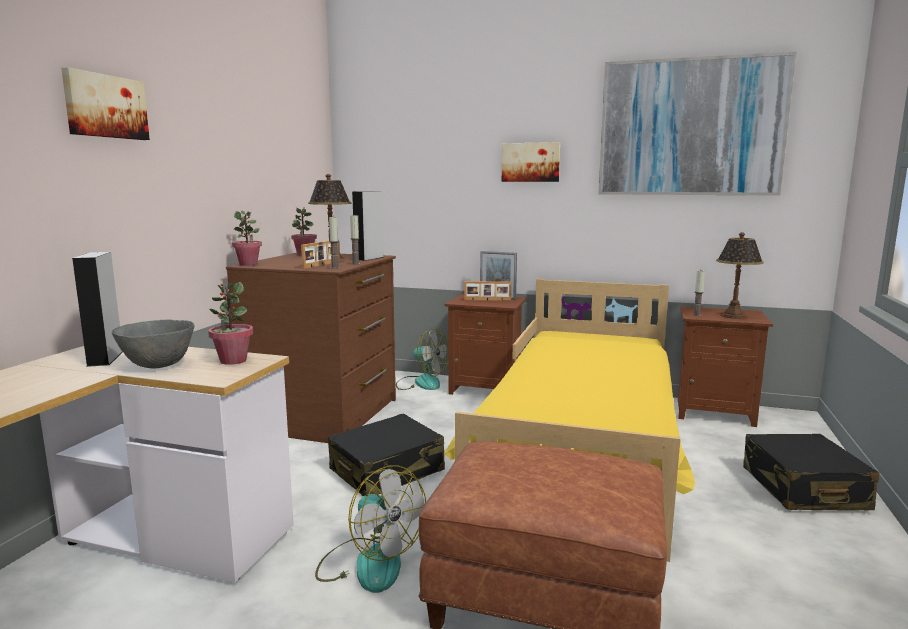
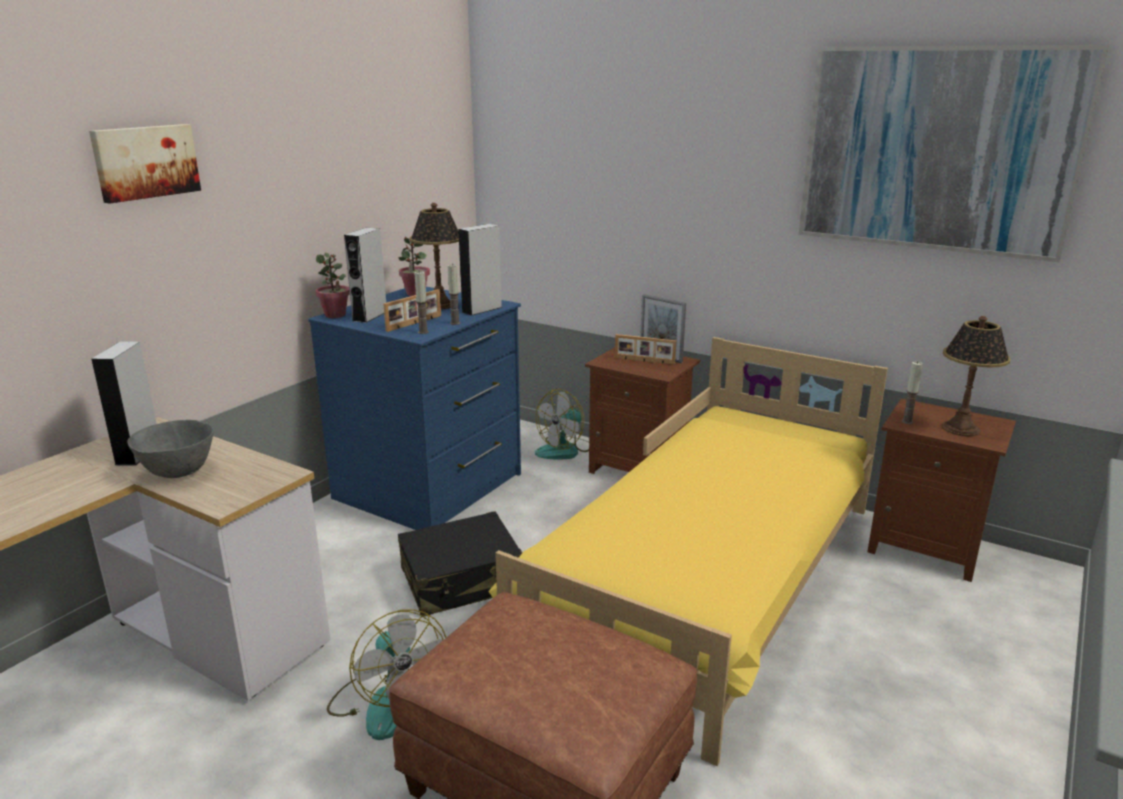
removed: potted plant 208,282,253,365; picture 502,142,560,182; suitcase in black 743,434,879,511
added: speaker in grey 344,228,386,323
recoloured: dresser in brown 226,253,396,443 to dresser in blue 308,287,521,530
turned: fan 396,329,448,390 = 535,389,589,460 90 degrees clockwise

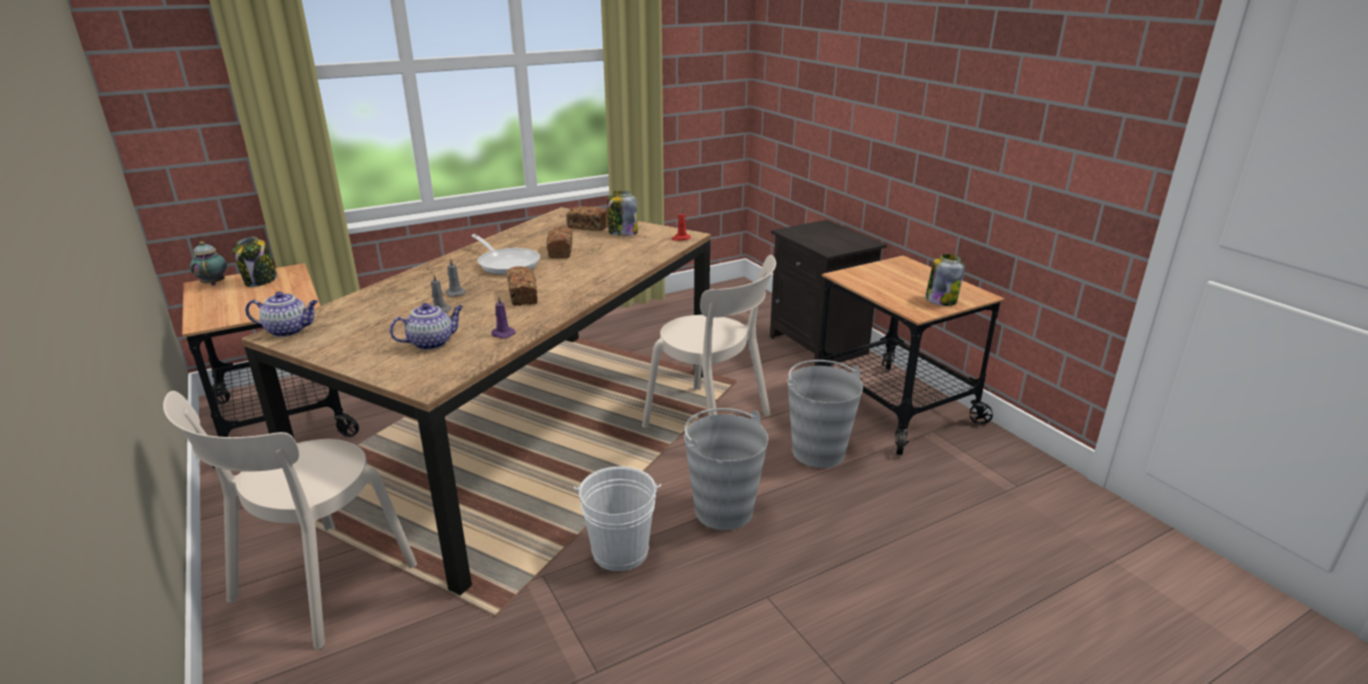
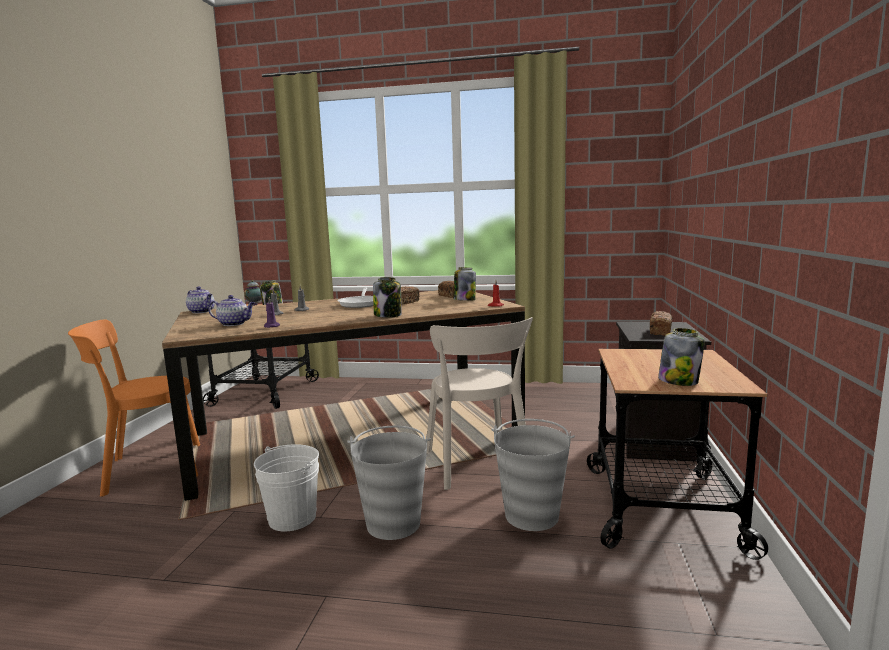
added: jar 373,277,402,318
moved: bread 506,266,538,306 to 650,311,673,336
recoloured: chair in beige 163,391,417,650 to chair in orange 68,319,200,497

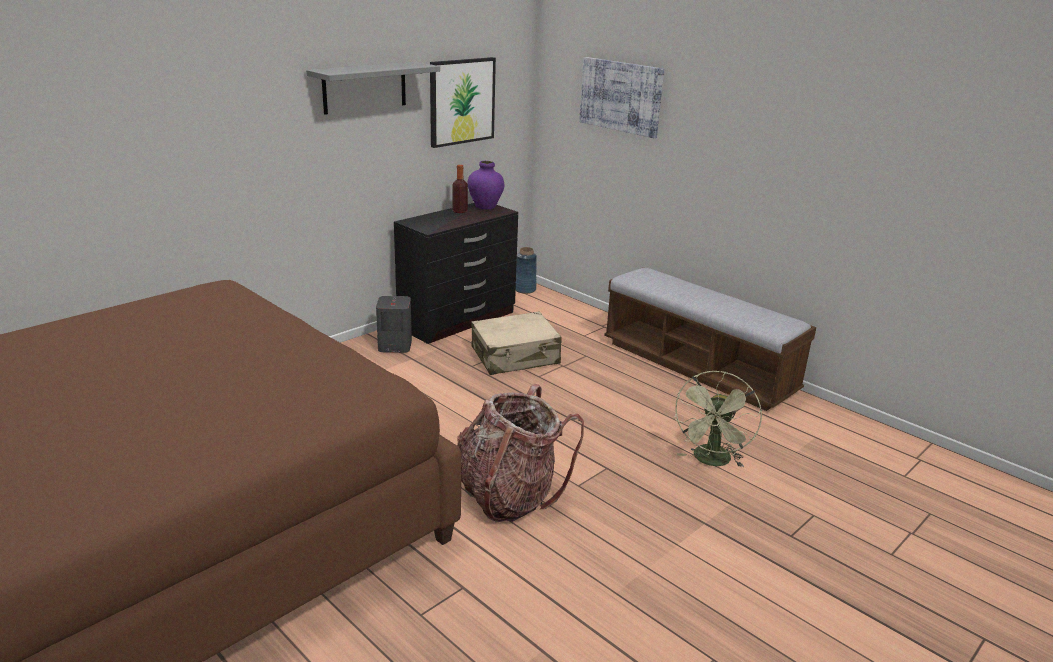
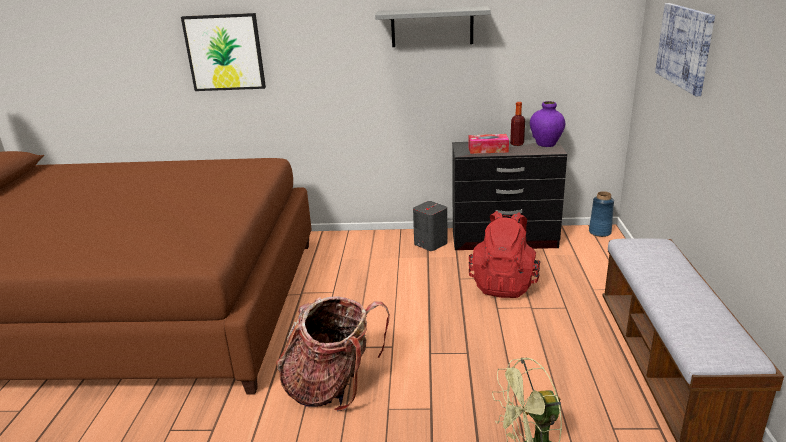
added: tissue box 469,134,509,154
moved: picture 430,57,496,148 to 181,13,266,91
replaced: suitcase in beige 471,312,562,375 to backpack in red 469,211,540,298

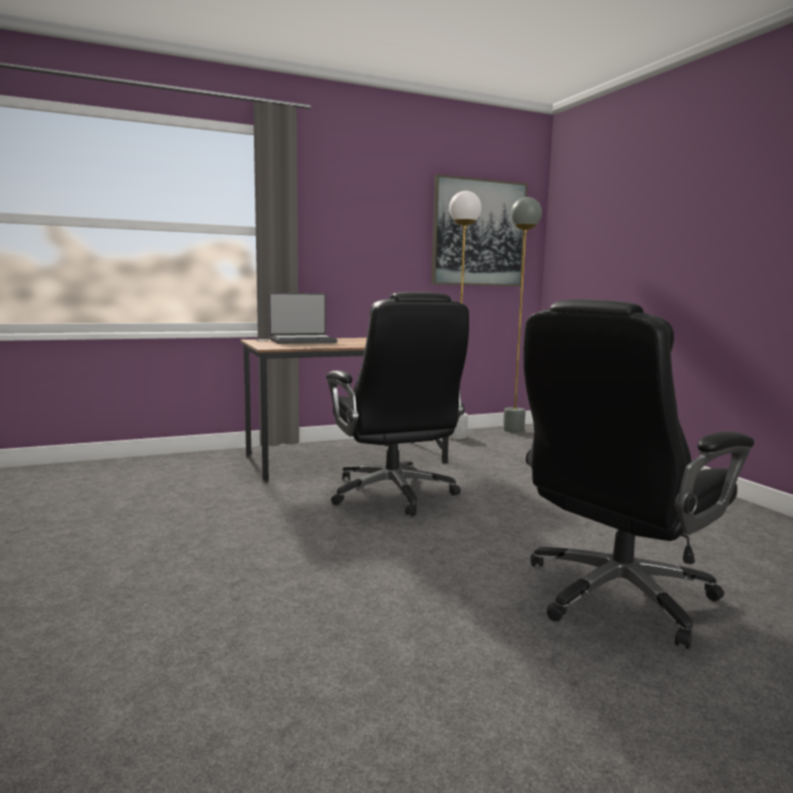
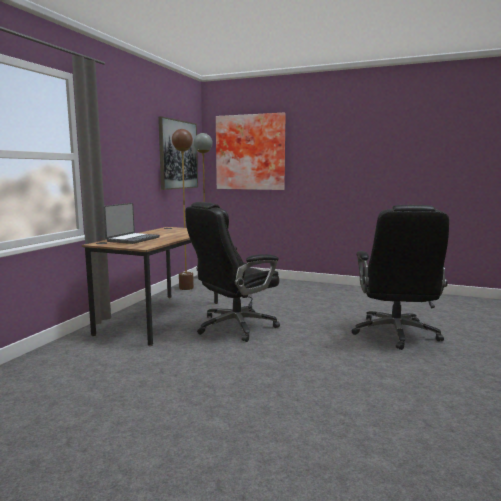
added: picture 216,112,286,190
recoloured: floor lamp in white 449,191,481,439 to floor lamp in brown 172,129,194,290
turned: office chair in black 326,292,469,516 = 185,202,280,342 120 degrees clockwise

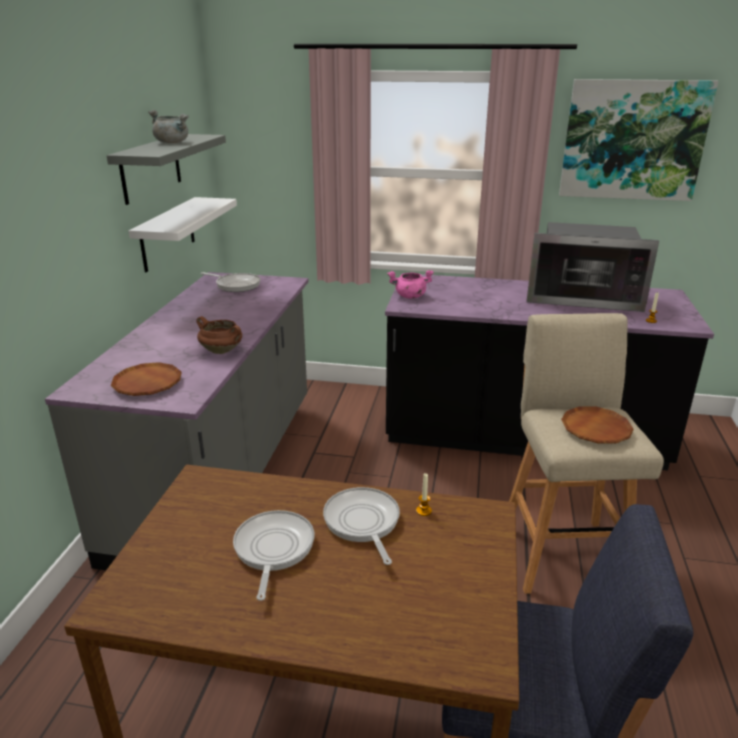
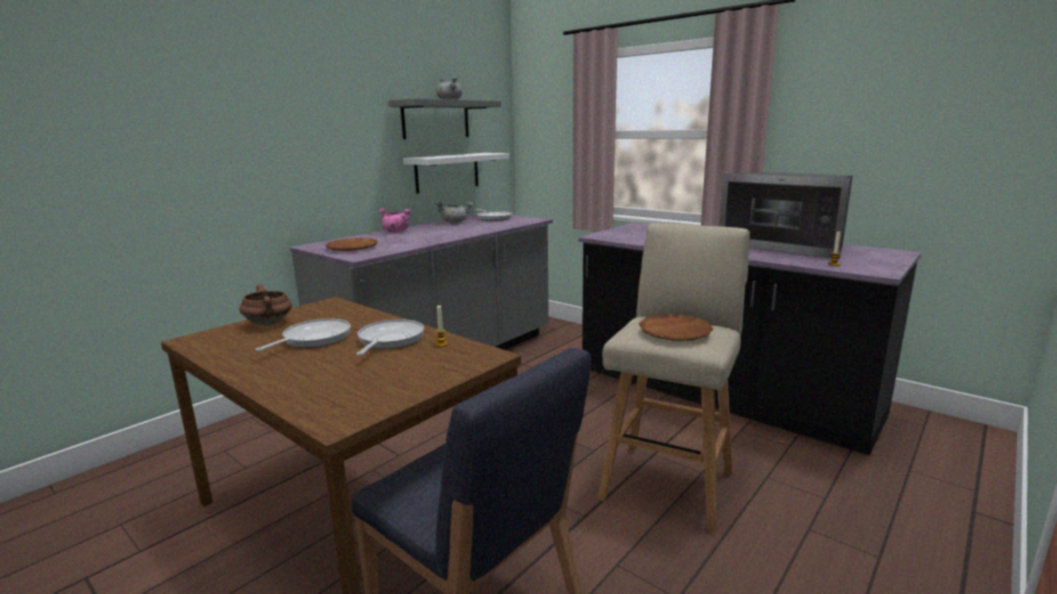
removed: picture 559,79,718,201
added: cooking pot in grey 436,202,473,223
moved: cooking pot in brown 197,316,242,354 to 239,284,292,326; cooking pot in pink 387,270,434,299 to 379,208,411,232

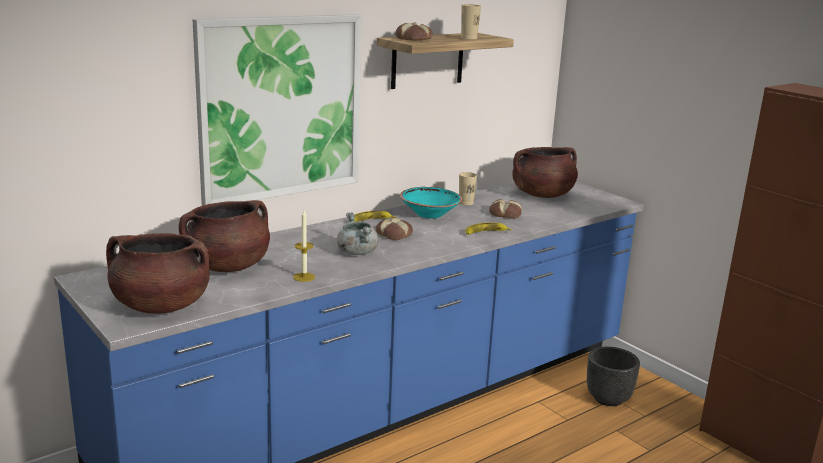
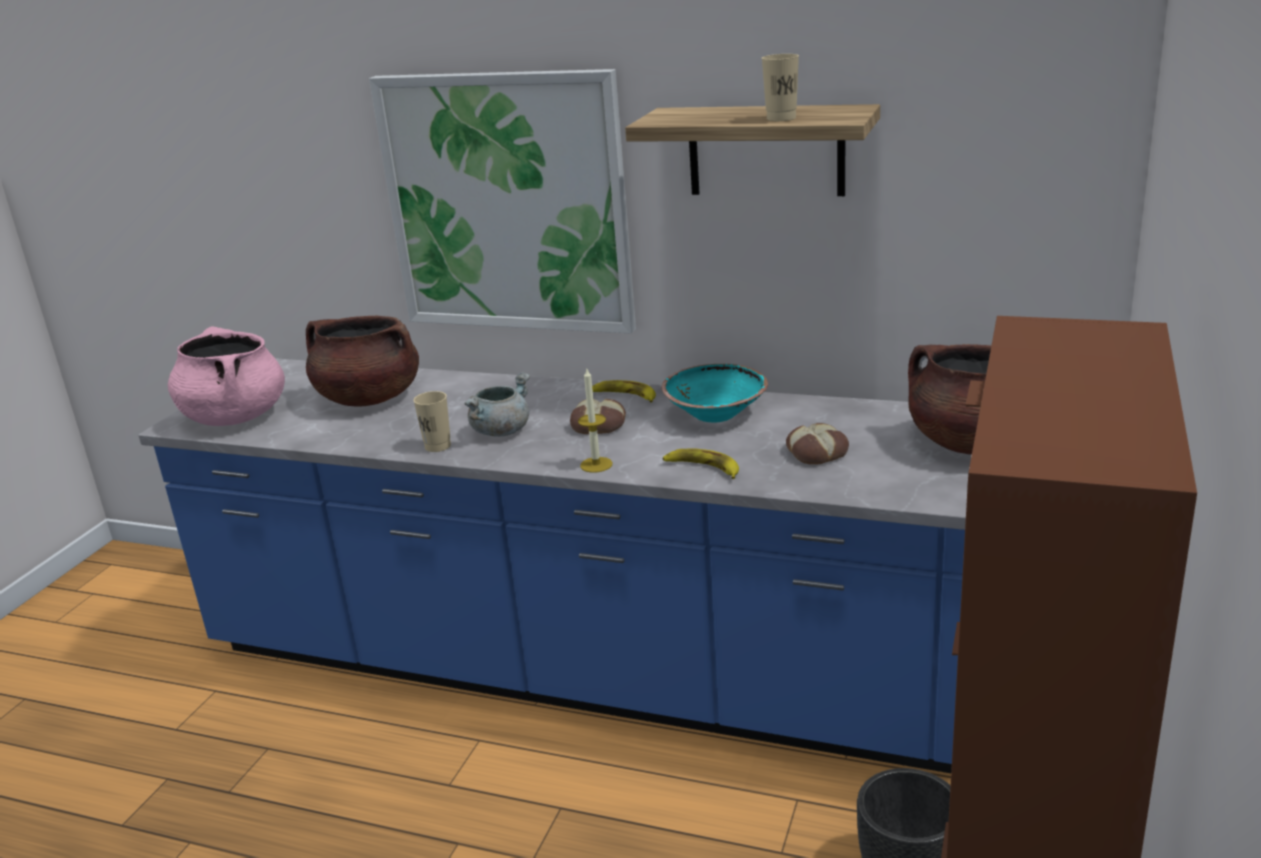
removed: bread 395,22,433,41
moved: candle 293,210,315,282 to 578,367,613,473; cup in beige 459,172,477,205 to 413,391,451,452
recoloured: cooking pot in brown 106,233,210,314 to cooking pot in pink 168,326,285,426

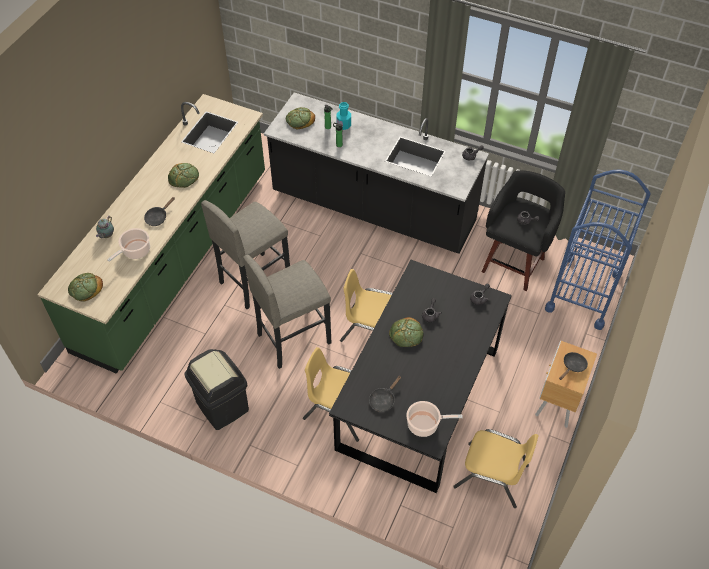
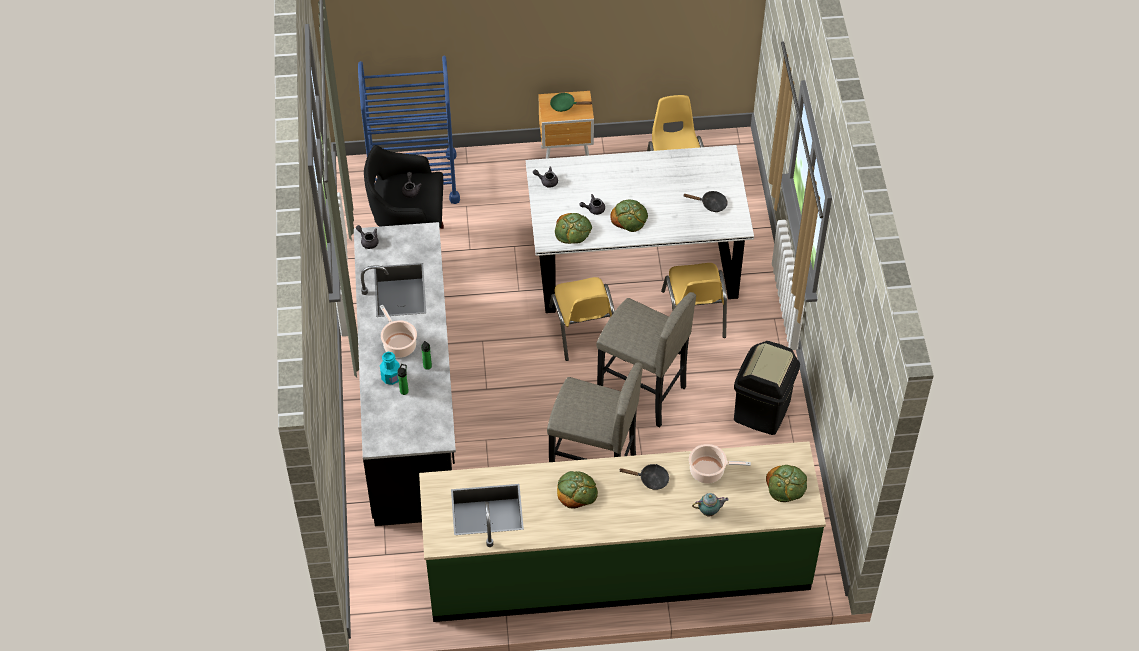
moved: bread 286,107,315,129 to 555,213,592,244; cooking pot 406,401,463,437 to 380,305,417,358
recoloured: dining table in black 329,260,512,493 to dining table in white 526,145,754,313; frying pan in black 559,352,588,380 to frying pan in green 550,93,592,112

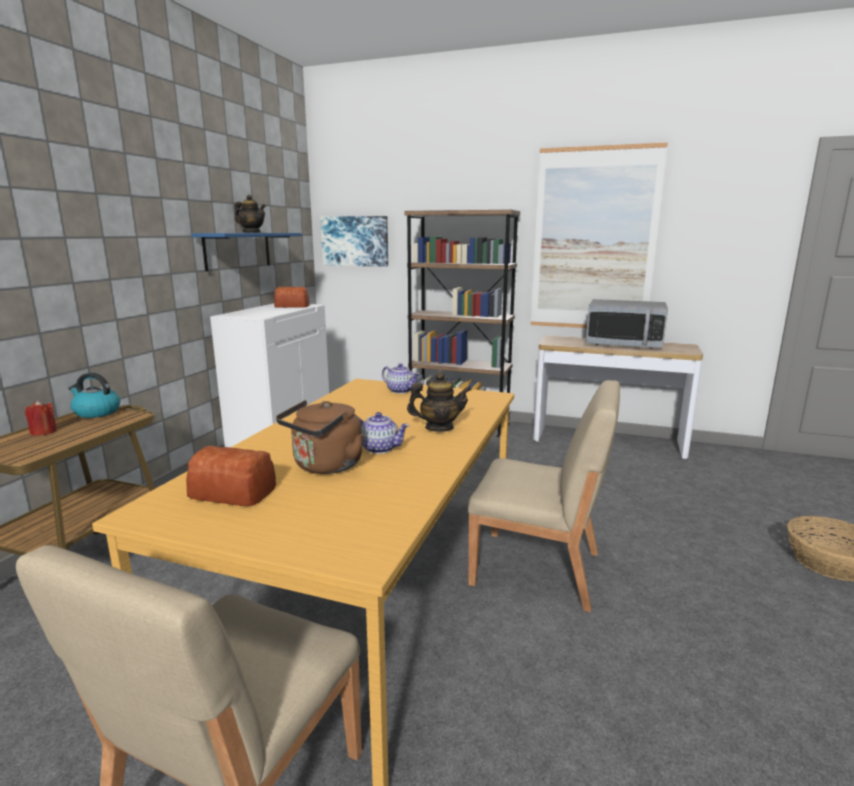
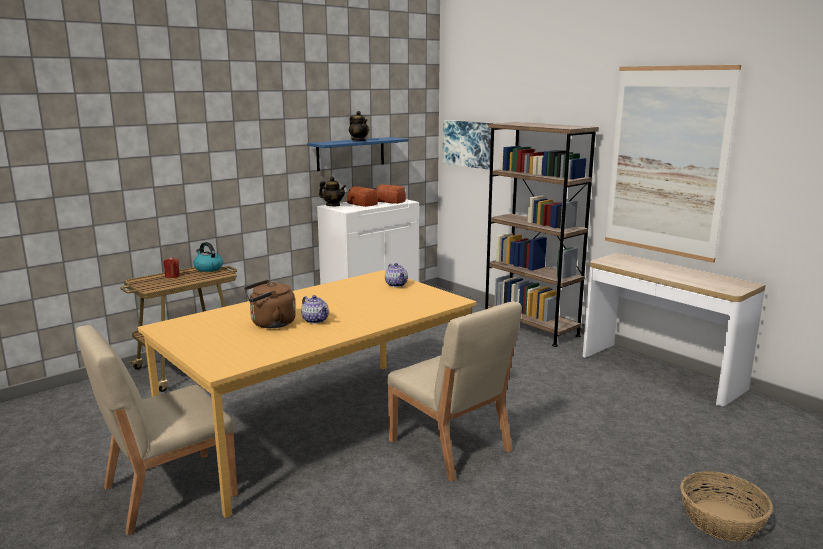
removed: microwave 586,299,668,349
moved: bread 186,446,276,506 to 347,186,378,207; teapot 407,372,471,432 to 319,177,346,206

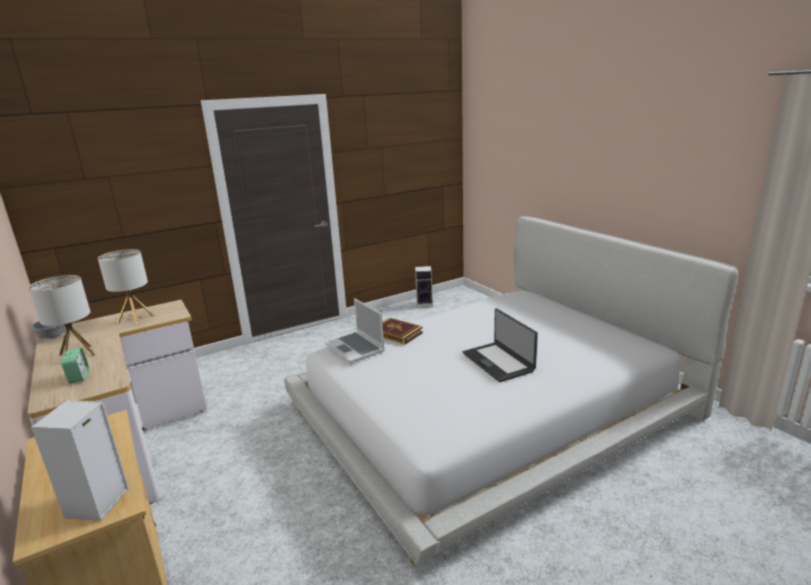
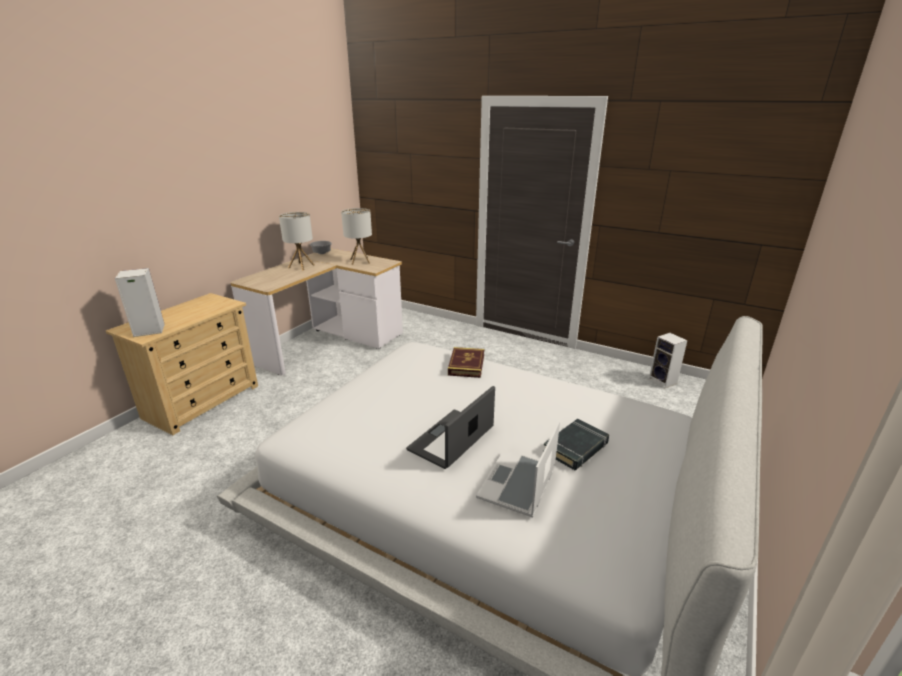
removed: alarm clock 61,348,89,384
added: book in black 543,419,609,470
moved: laptop 325,298,385,363 to 476,420,560,518

